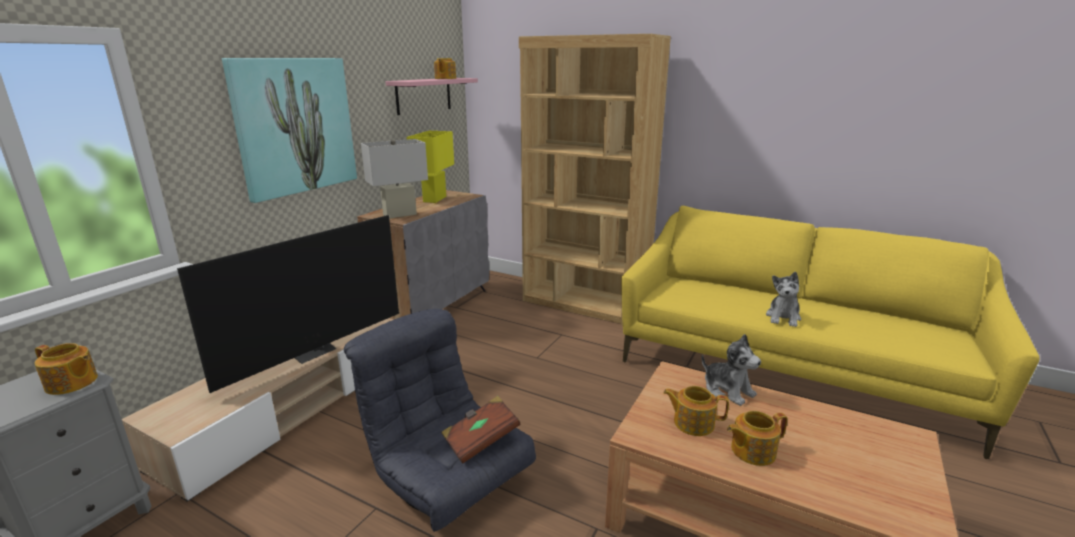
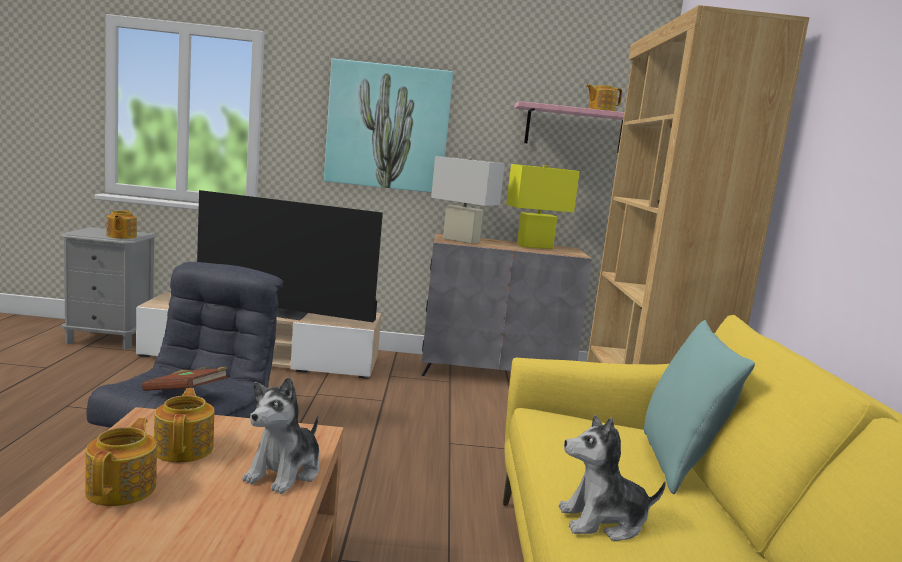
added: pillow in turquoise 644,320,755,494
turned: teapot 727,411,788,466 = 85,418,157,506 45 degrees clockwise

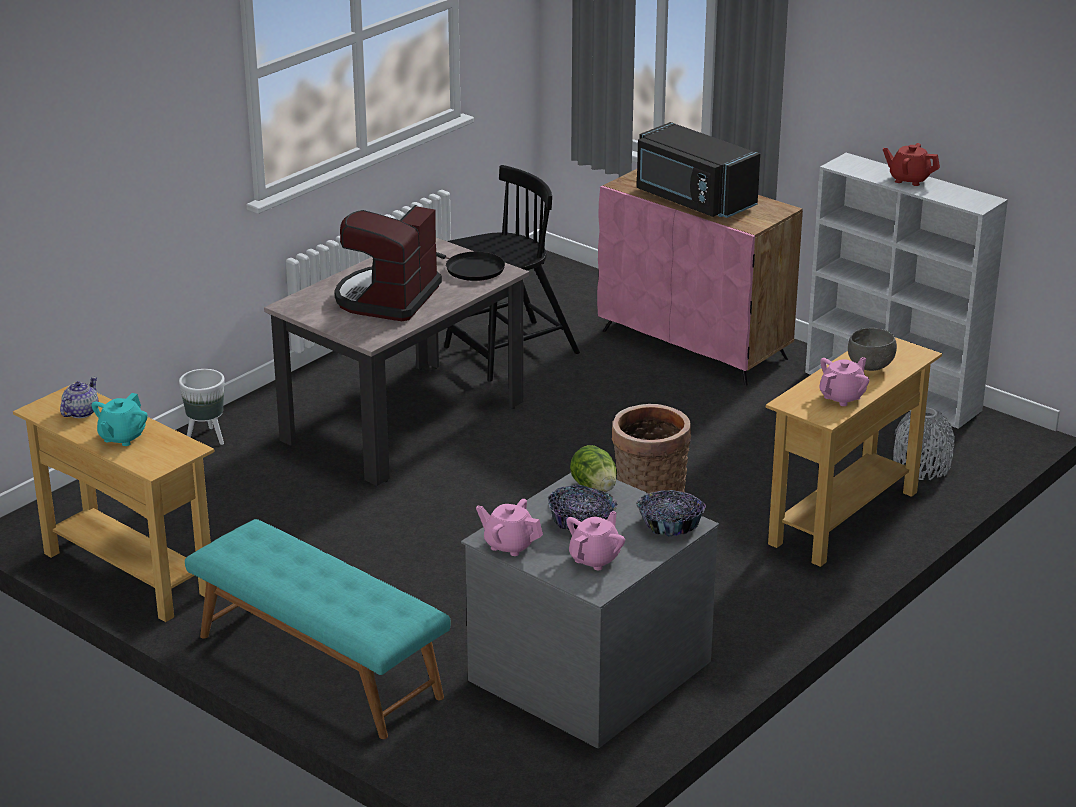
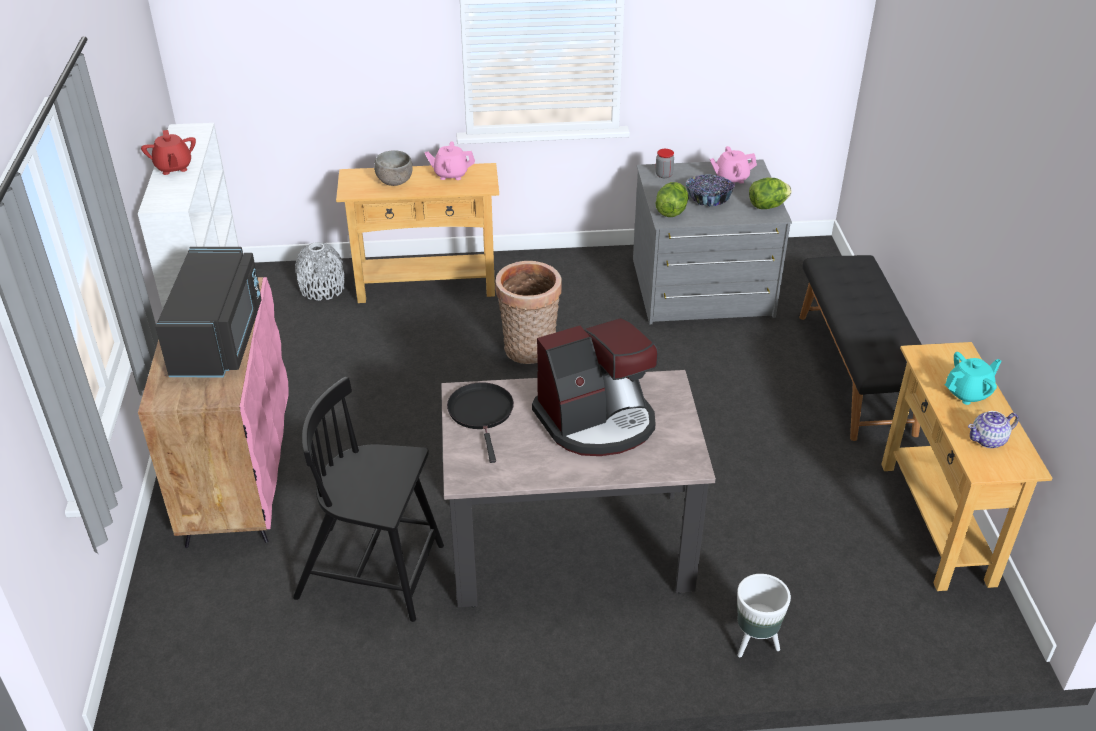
replaced: teapot in pink 476,499,543,556 to lettuce 749,178,792,209; bowl 636,490,706,536 to jar 655,149,674,178
recoloured: bench in turquoise 185,519,451,739 to bench in black 799,255,922,441

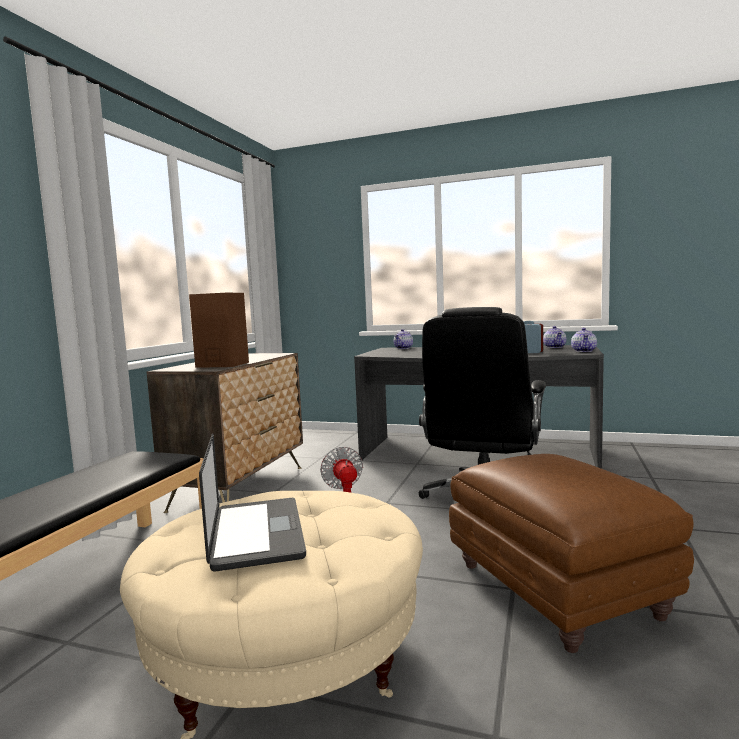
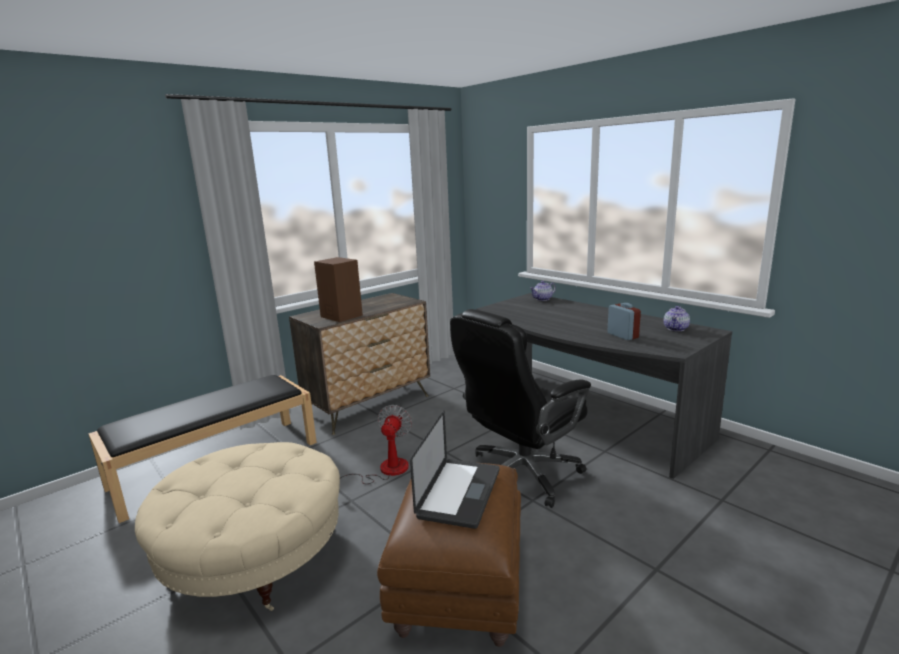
removed: teapot 571,328,597,352
moved: laptop 199,434,306,572 to 410,410,500,529

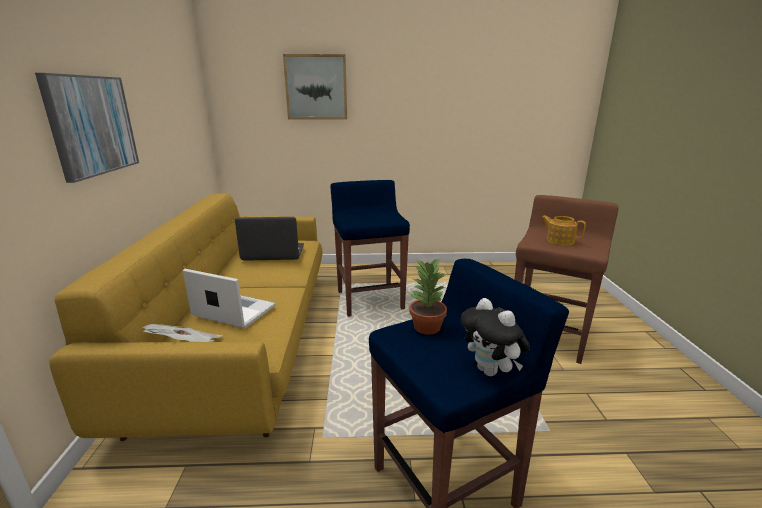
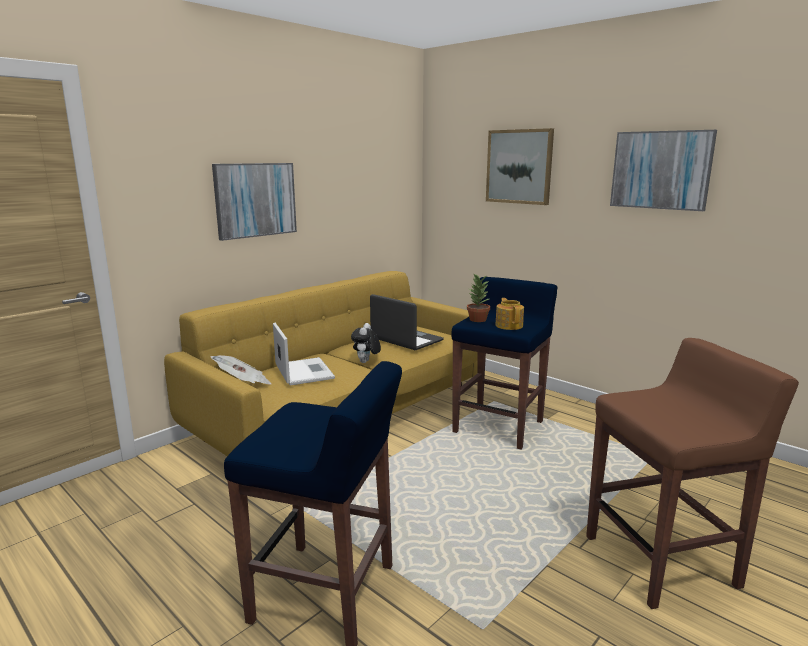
added: picture 610,130,717,211
moved: potted plant 409,257,447,335 to 467,275,490,322; plush toy 461,298,530,376 to 351,323,381,363; teapot 541,215,586,246 to 495,298,524,330

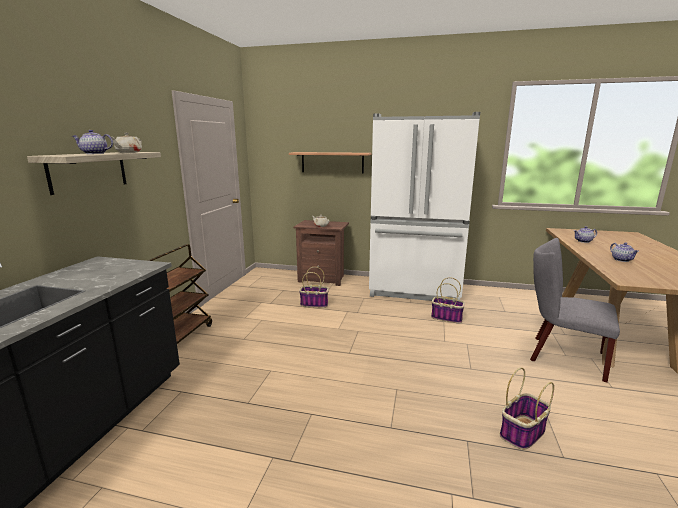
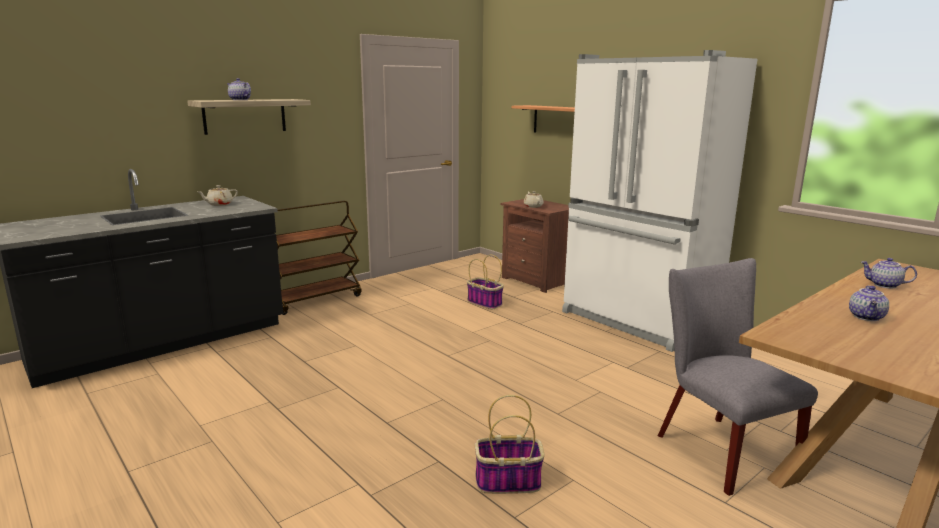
removed: basket 431,277,465,323
moved: teapot in beige 111,133,142,153 to 198,185,238,206

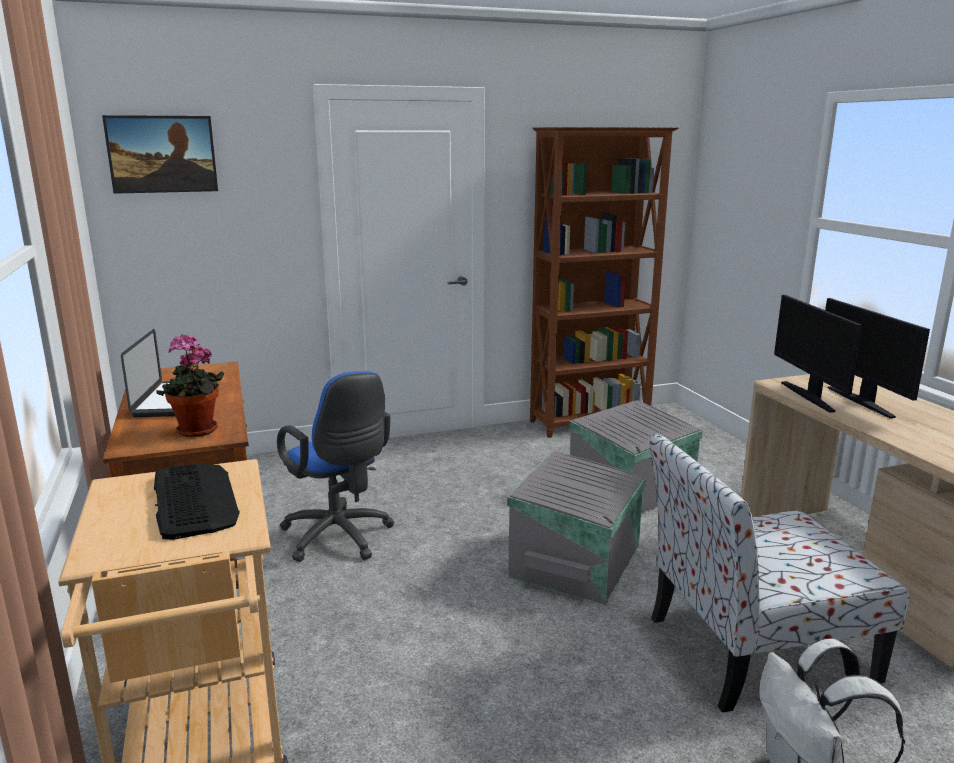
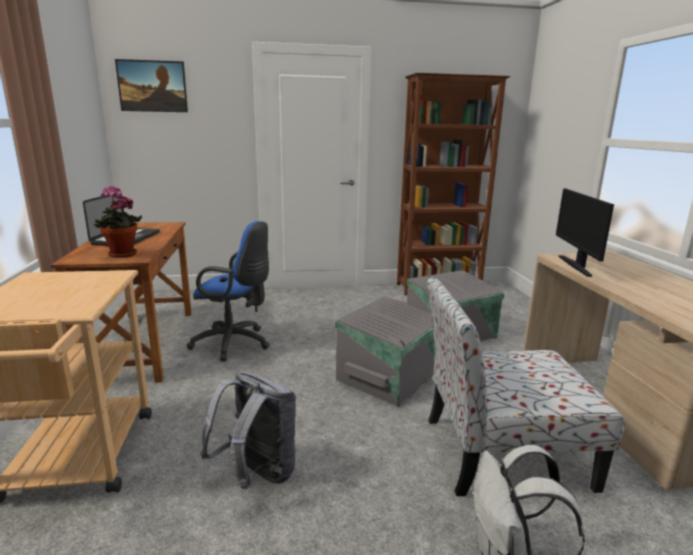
removed: keyboard 154,464,240,540; monitor 825,298,930,418
added: backpack in grey 201,371,296,489
turned: office chair in blue 277,371,394,562 = 187,221,270,361 45 degrees counterclockwise

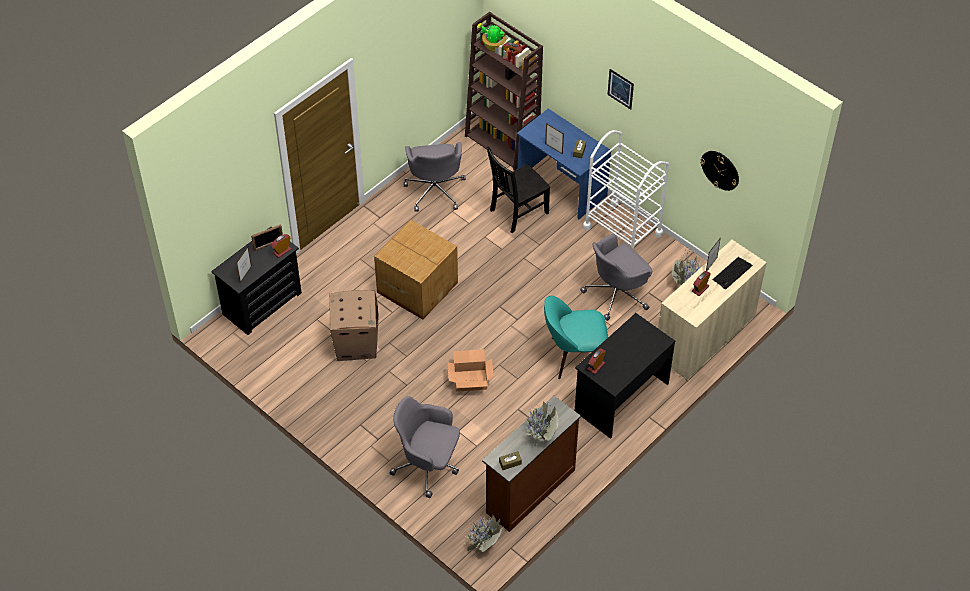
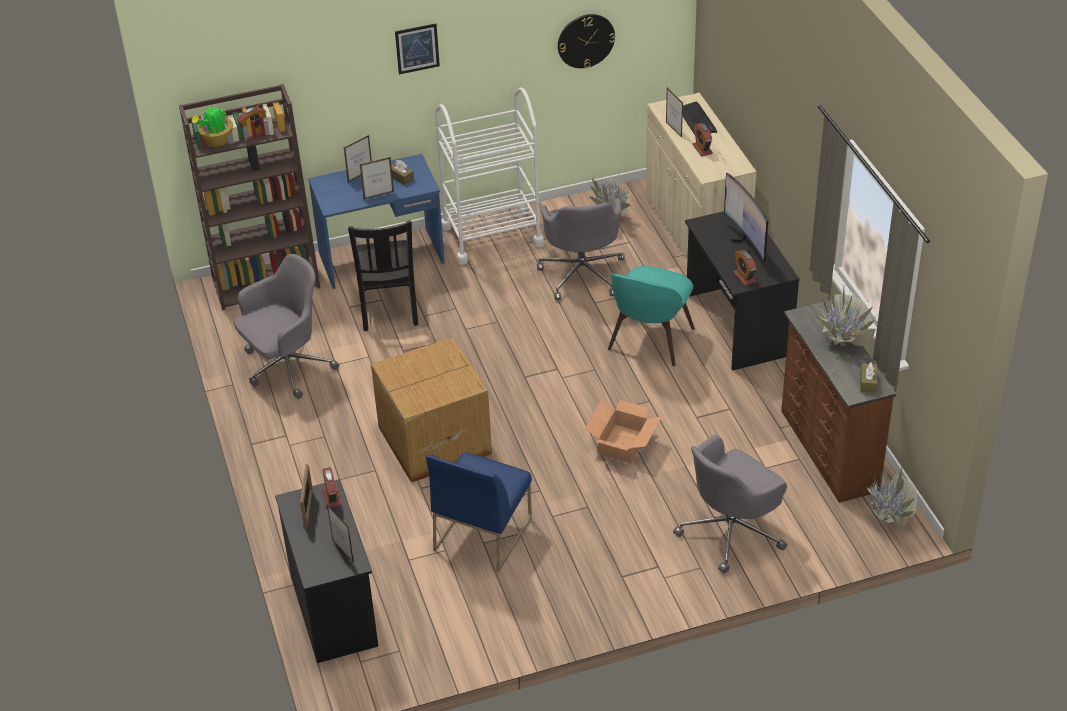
added: picture frame 344,135,372,182; monitor 723,173,768,263
replaced: cardboard box 329,290,379,361 to chair in blue 426,452,532,572
turned: office chair in grey 403,142,466,212 = 234,254,339,399 60 degrees counterclockwise

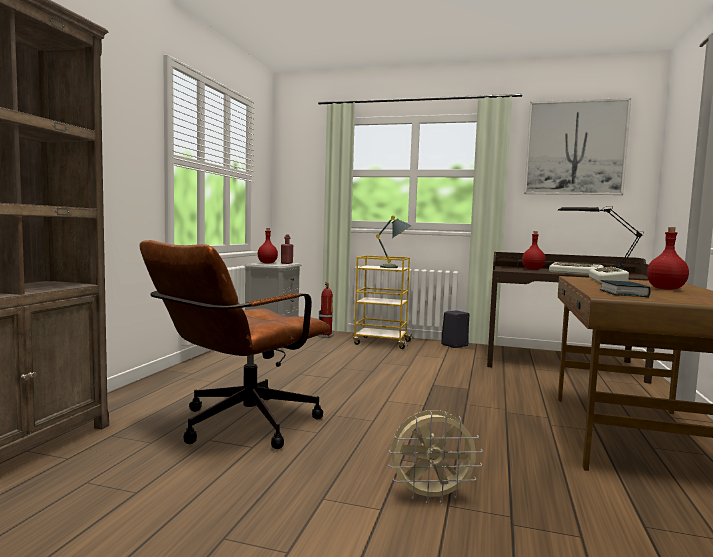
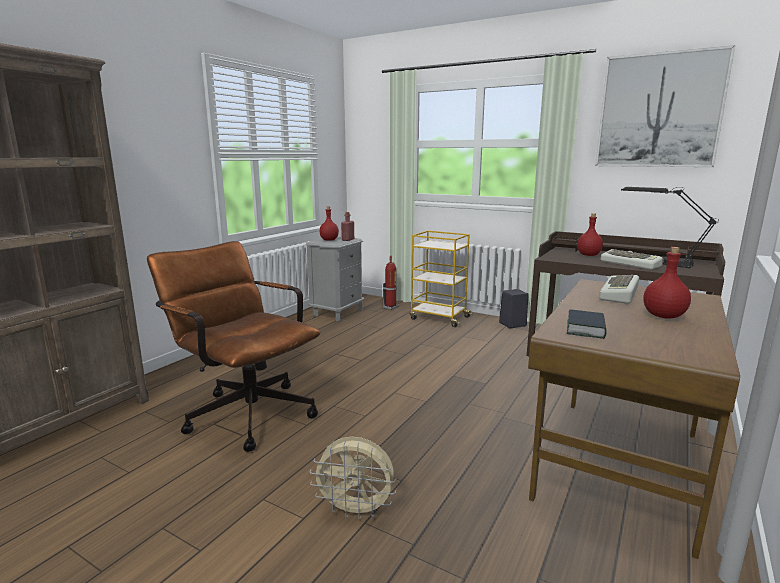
removed: table lamp in grey 376,216,412,268
turned: office chair in brown 140,240,330,449 = 147,241,320,452 75 degrees clockwise

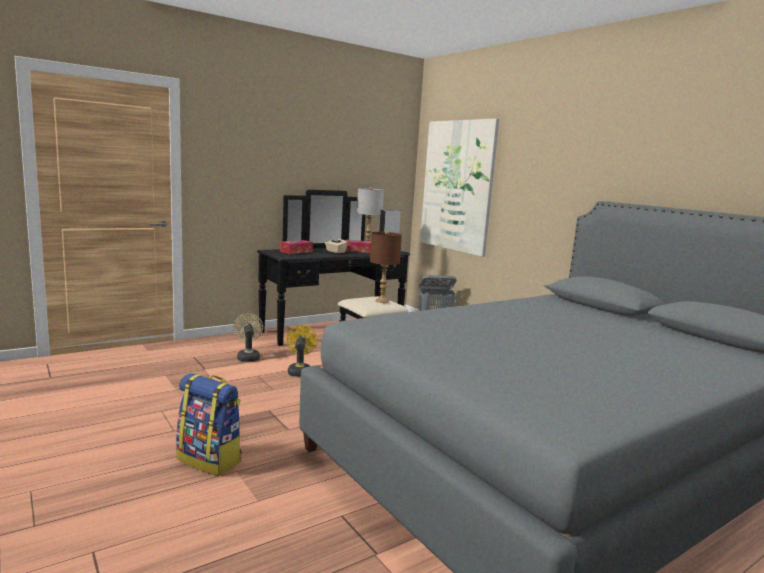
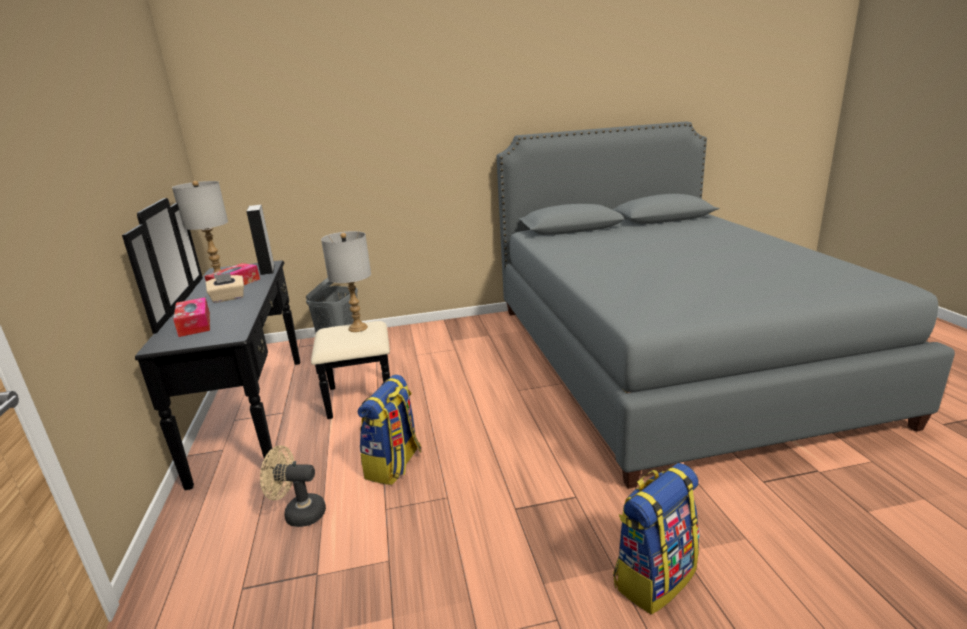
removed: picture 420,118,499,257
replaced: fan in yellow 286,325,317,377 to backpack 358,375,421,485
recoloured: table lamp in brown 370,231,402,303 to table lamp in grey 321,231,371,332

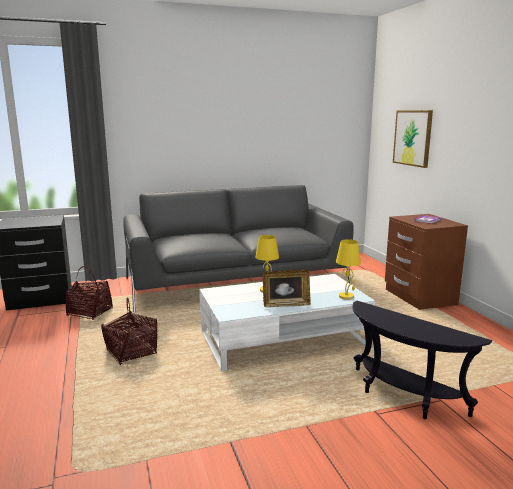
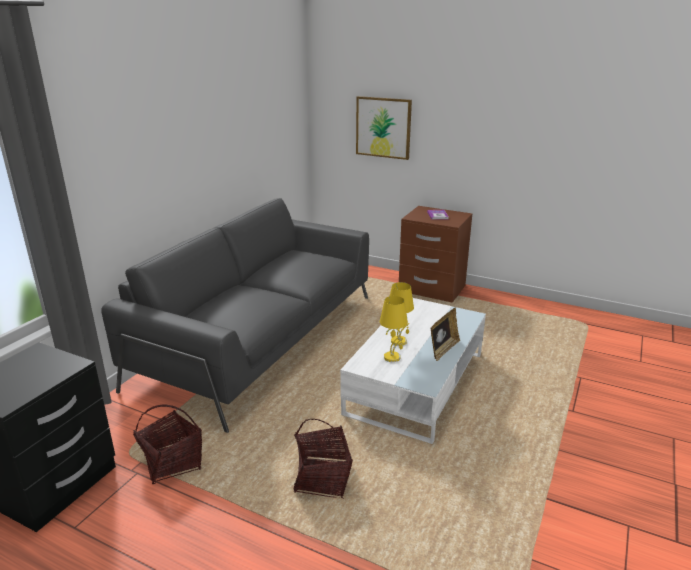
removed: side table in black 352,301,492,419
moved: table lamp in yellow 336,239,361,300 to 380,296,408,362

